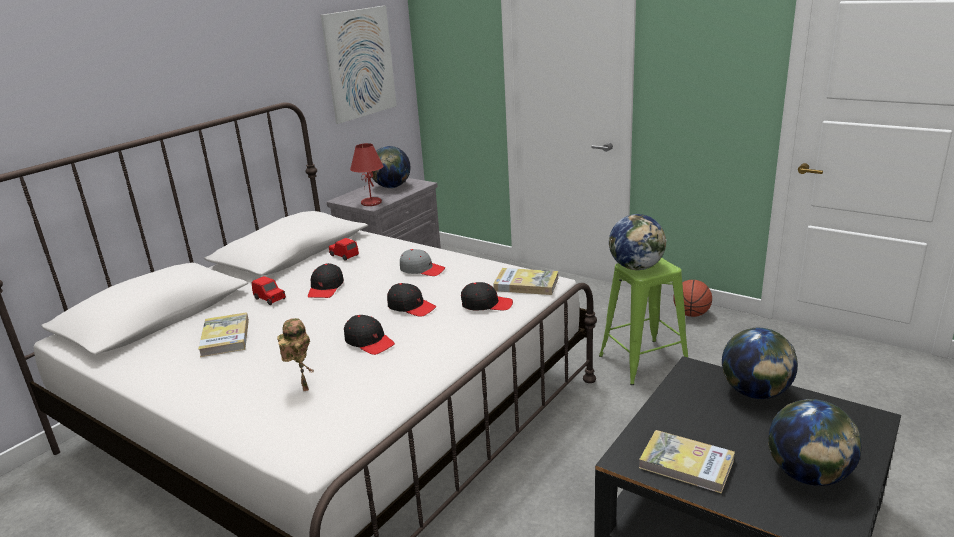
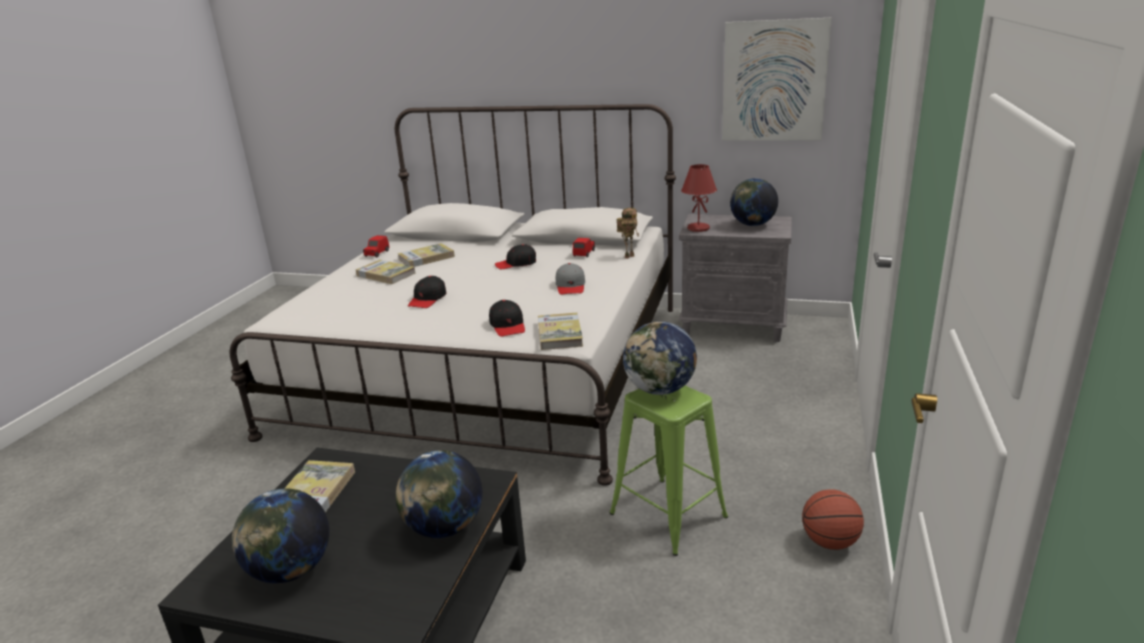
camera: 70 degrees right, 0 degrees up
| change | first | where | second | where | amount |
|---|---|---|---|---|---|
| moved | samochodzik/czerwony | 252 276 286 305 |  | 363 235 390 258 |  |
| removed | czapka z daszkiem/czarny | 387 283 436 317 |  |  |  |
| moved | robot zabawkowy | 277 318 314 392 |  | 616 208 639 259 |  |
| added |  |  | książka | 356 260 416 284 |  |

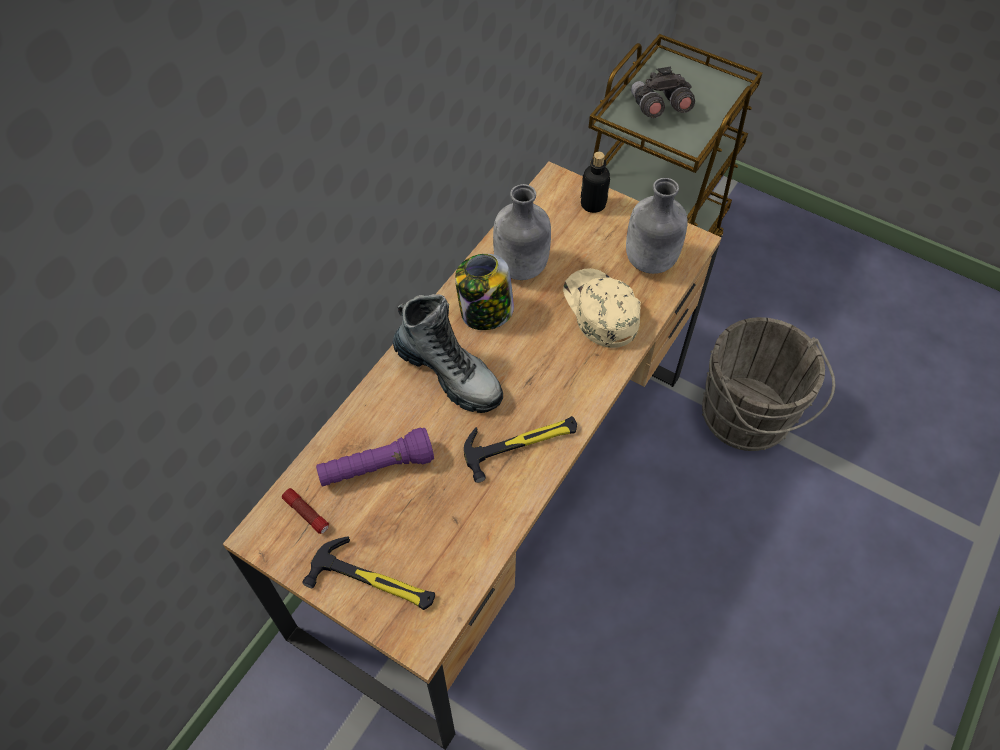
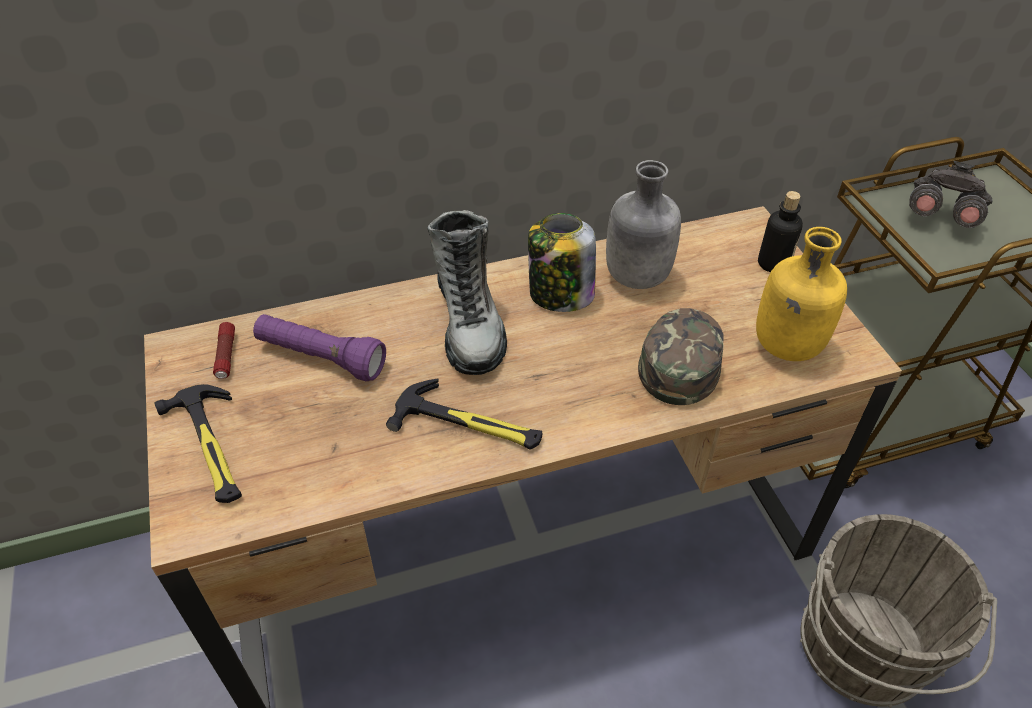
camera: 40 degrees right, 10 degrees down
| change | first | where | second | where | amount |
|---|---|---|---|---|---|
| recoloured | butelka/szary | 626 178 688 274 | butelka/żółty | 756 227 847 361 |  |
| recoloured | czapka z daszkiem/beżowy | 563 268 641 348 | czapka z daszkiem/zielony | 638 308 724 405 |  |

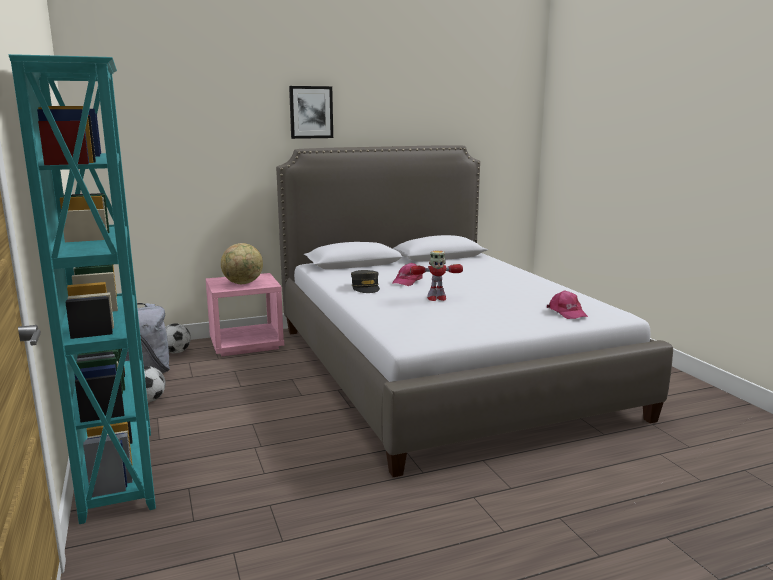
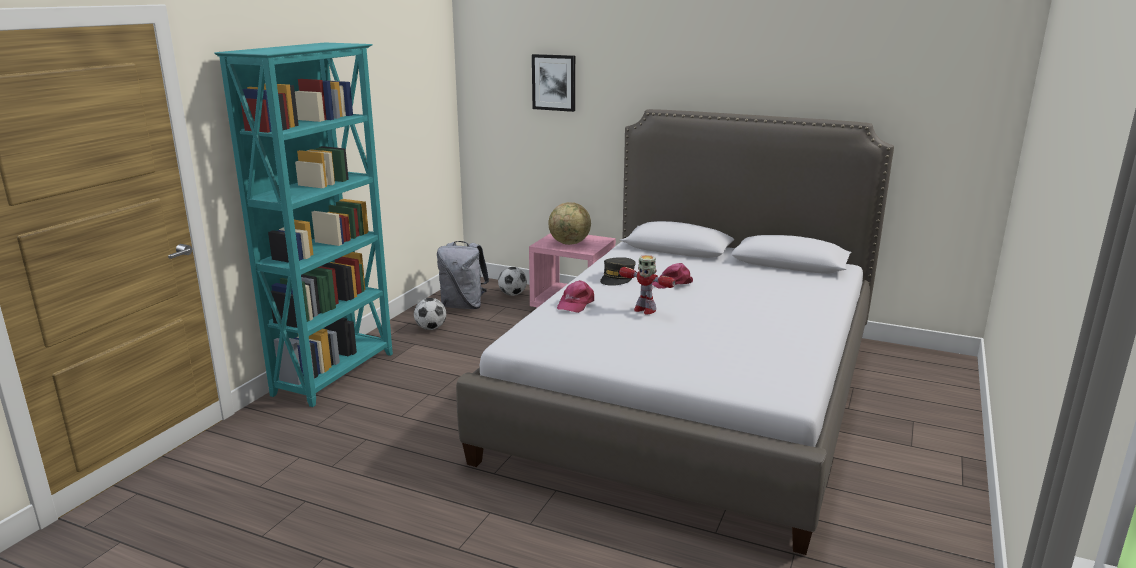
camera: 45 degrees right, 5 degrees up
| change | first | where | second | where | amount |
|---|---|---|---|---|---|
| moved | obraz | 289 86 333 139 |  | 532 54 575 112 |  |
| moved | czapka z daszkiem/różowy | 547 290 588 319 |  | 557 280 594 313 |  |

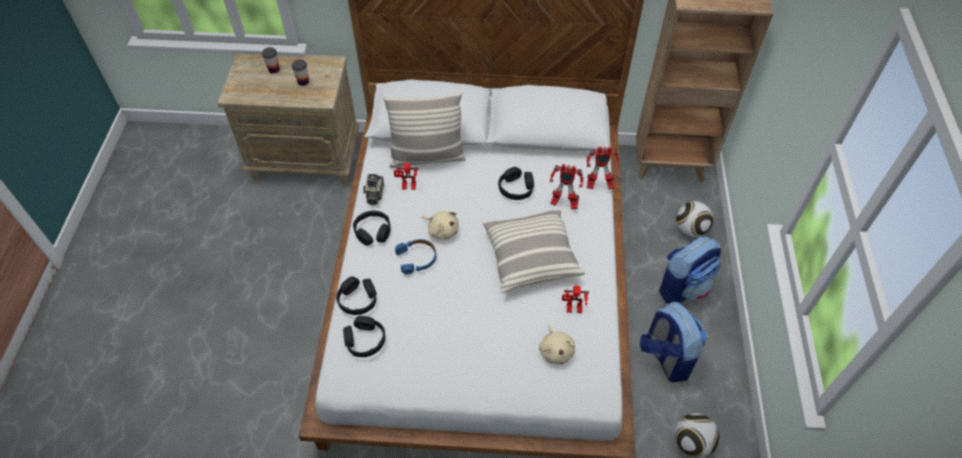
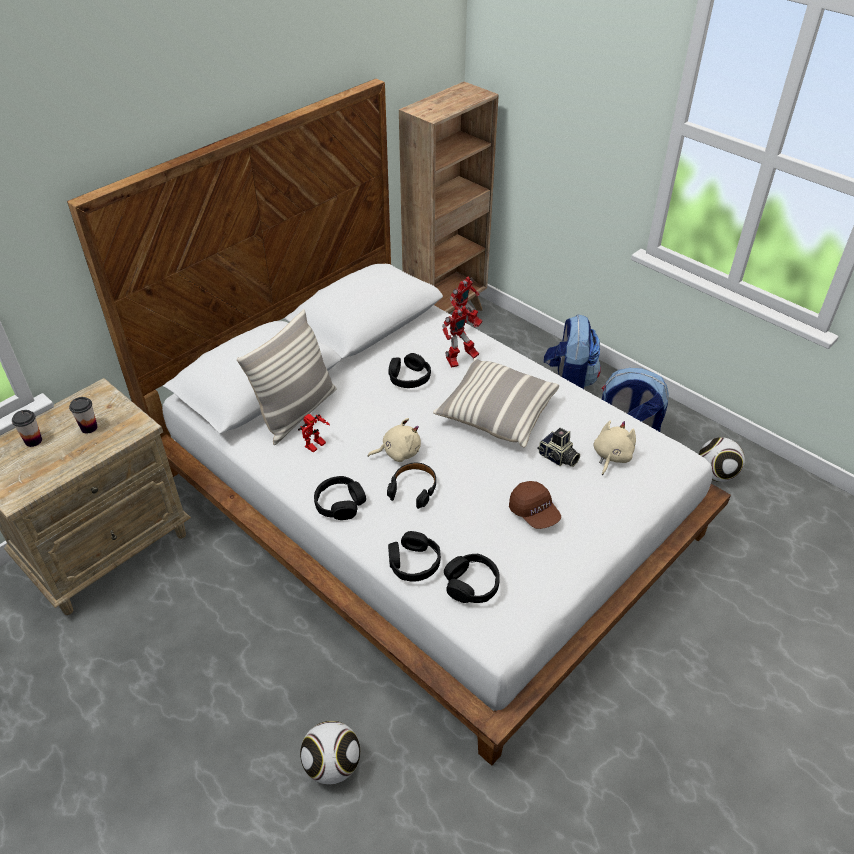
camera: 50 degrees left, 10 degrees down
| change | first | where | second | where | amount |
|---|---|---|---|---|---|
| moved | aparat fotograficzny | 363 174 384 205 |  | 537 428 580 467 |  |
| moved | piłka futbolowa | 676 201 714 237 |  | 300 721 360 785 |  |
| recoloured | słuchawki/niebieski | 395 239 436 274 | słuchawki/czarny | 387 463 436 509 |  |
| removed | robot zabawkowy | 562 285 589 313 |  |  |  |
| turned | pluszak/beżowy | 539 324 575 364 |  | 594 420 636 475 | 90 degrees counterclockwise |
| added |  |  | czapka z daszkiem/brązowy | 509 481 561 529 |  |

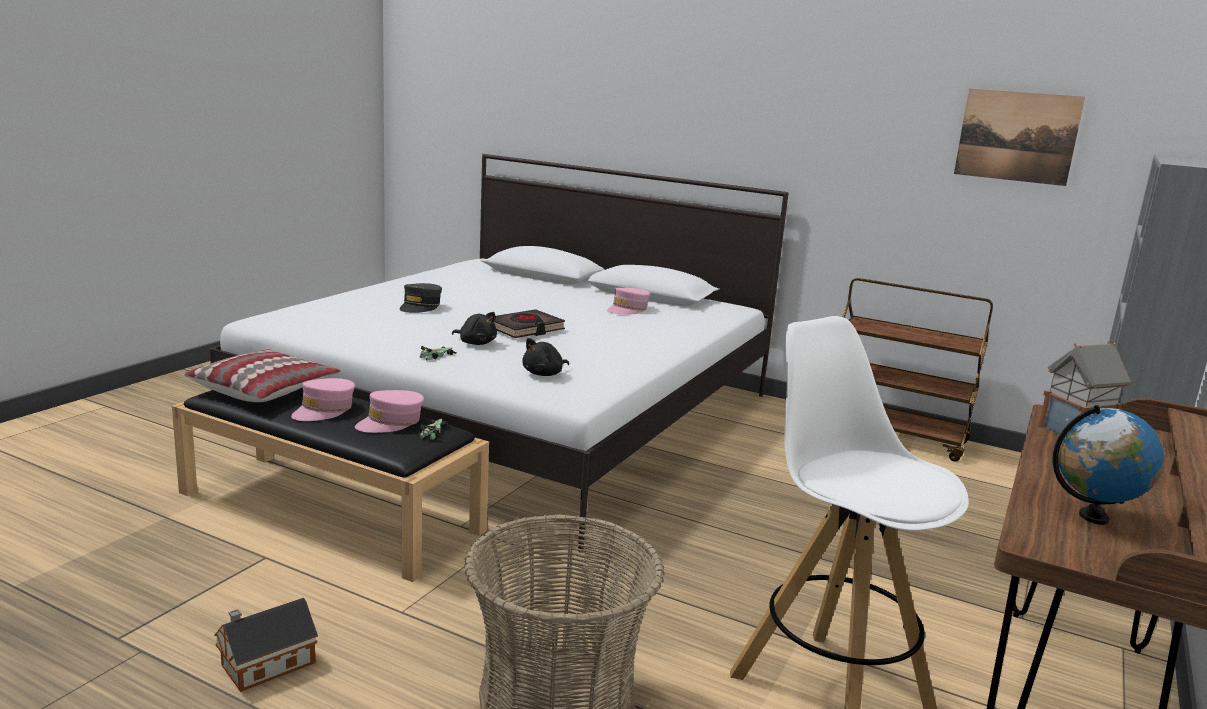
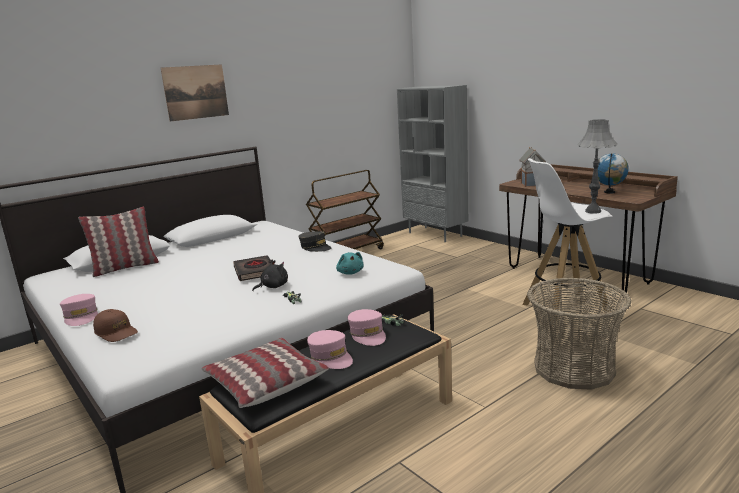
camera: 65 degrees left, 0 degrees up
| change | first | where | second | where | amount |
|---|---|---|---|---|---|
| moved | obraz | 954 89 1085 186 |  | 161 64 229 122 |  |
| moved | czapka z daszkiem/szary | 400 283 442 313 |  | 298 231 331 252 |  |
| moved | czapka z daszkiem/różowy | 607 288 650 315 |  | 60 294 98 326 |  |
| recoloured | pluszak/czarny | 522 338 569 376 | pluszak/turkusowy | 336 252 364 275 |  |
| removed | domek | 214 598 318 692 |  |  |  |
| added |  |  | lampa stołowa/szary | 578 119 617 214 |  |
| added |  |  | poduszka | 79 206 159 277 |  |
| added |  |  | czapka z daszkiem/brązowy | 93 309 138 342 |  |

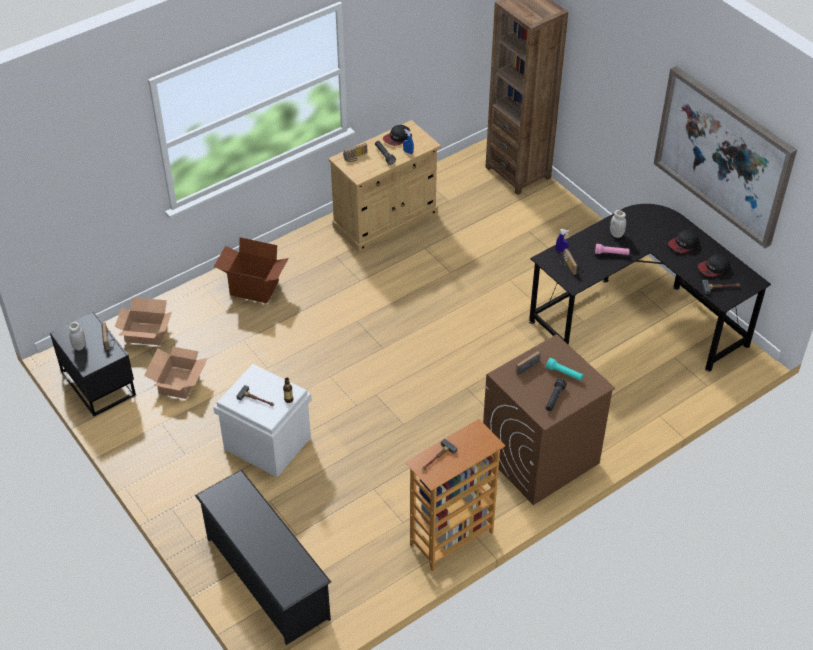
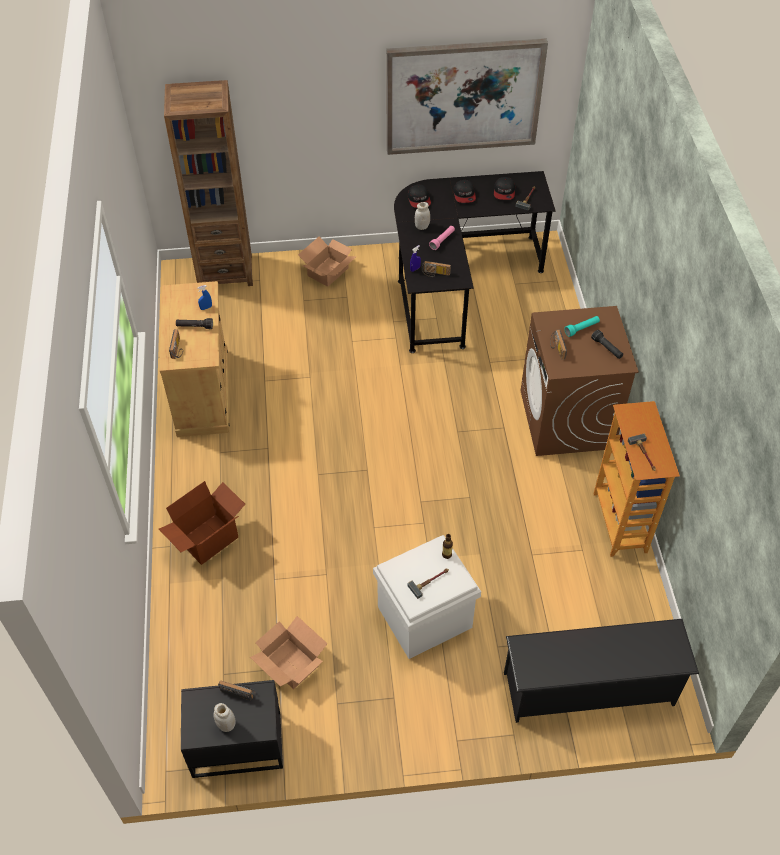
camera: 60 degrees left, 5 degrees up
| change | first | where | second | where | amount |
|---|---|---|---|---|---|
| moved | czapka z daszkiem | 383 125 412 146 |  | 407 185 431 208 |  |
| moved | karton | 115 297 172 345 |  | 298 237 357 287 |  |

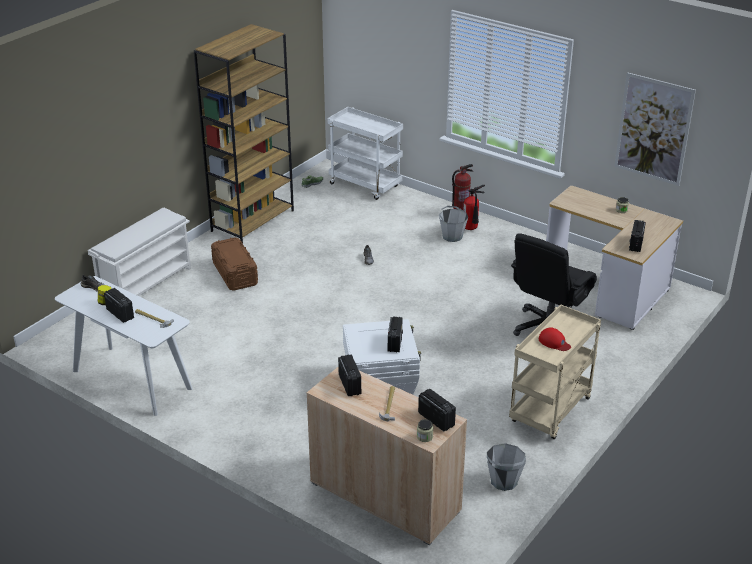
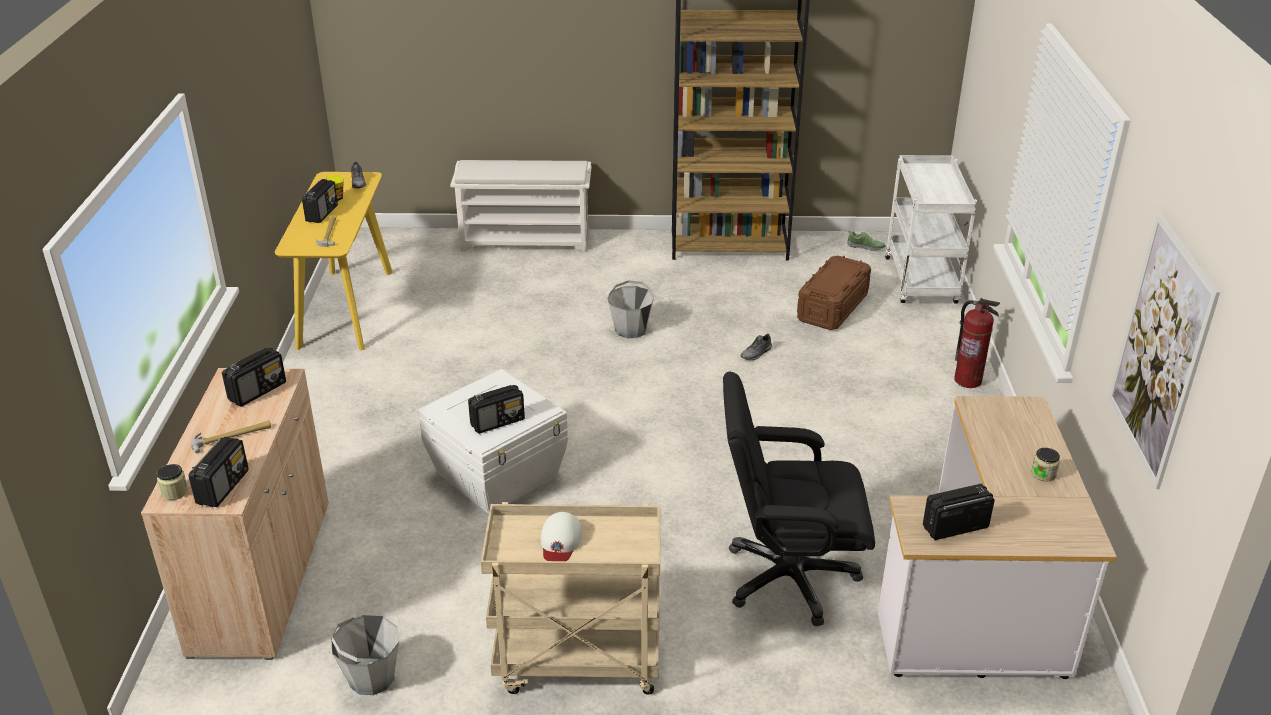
camera: 55 degrees right, 0 degrees up
| change | first | where | second | where | amount |
|---|---|---|---|---|---|
| removed | gaśnica | 464 185 485 230 |  |  |  |
| moved | wiadro/szary | 439 206 468 242 |  | 608 280 654 338 |  |
| moved | pojemnik do przechowywania/brązowy | 211 237 258 290 |  | 797 256 871 330 |  |
| recoloured | stolik konsolowy/biały | 55 276 193 416 | stolik konsolowy/żółty | 275 172 393 351 |  |
| recoloured | czapka z daszkiem/czerwony | 539 327 571 351 | czapka z daszkiem/biały | 541 512 582 561 |  |

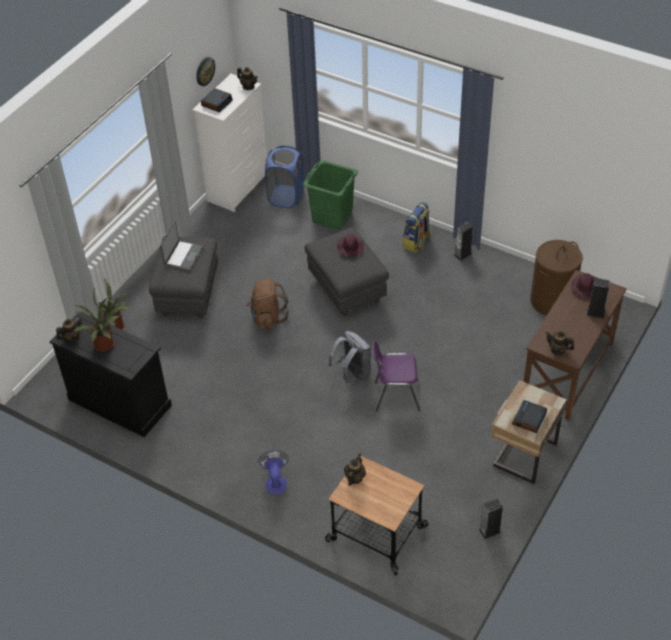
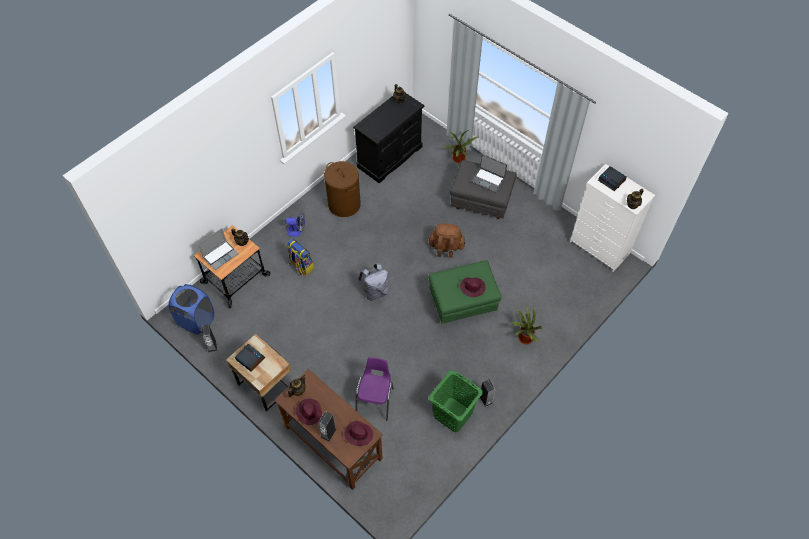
camera: 100 degrees right, 10 degrees up
| change | first | where | second | where | amount |
|---|---|---|---|---|---|
| removed | zegar ścienny | 196 57 215 86 |  |  |  |
| moved | kosz na pranie/niebieski | 265 146 304 208 |  | 169 284 214 334 |  |
| moved | kosz na pranie/zielony | 303 160 358 230 |  | 428 370 483 433 |  |
| moved | plecak | 403 202 431 253 |  | 287 239 314 276 |  |
| recoloured | pufa/szary | 305 227 389 316 | pufa/zielony | 429 260 502 324 |  |
| moved | kosz na pranie/brązowy | 530 240 583 316 |  | 324 161 361 217 |  |
| moved | roślina doniczkowa | 73 298 124 352 |  | 511 305 542 344 |  |
| moved | krzesło/fioletowy | 373 340 421 411 |  | 356 357 394 421 |  |
| added |  |  | laptop | 198 228 239 270 |  |
| added |  |  | kapelusz/fioletowy | 296 399 322 425 |  |

